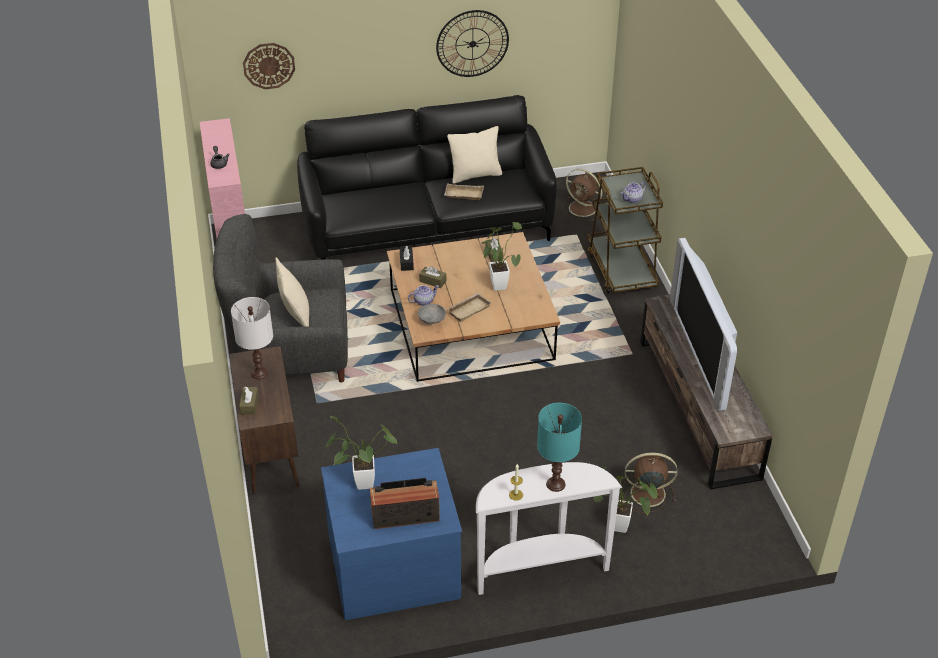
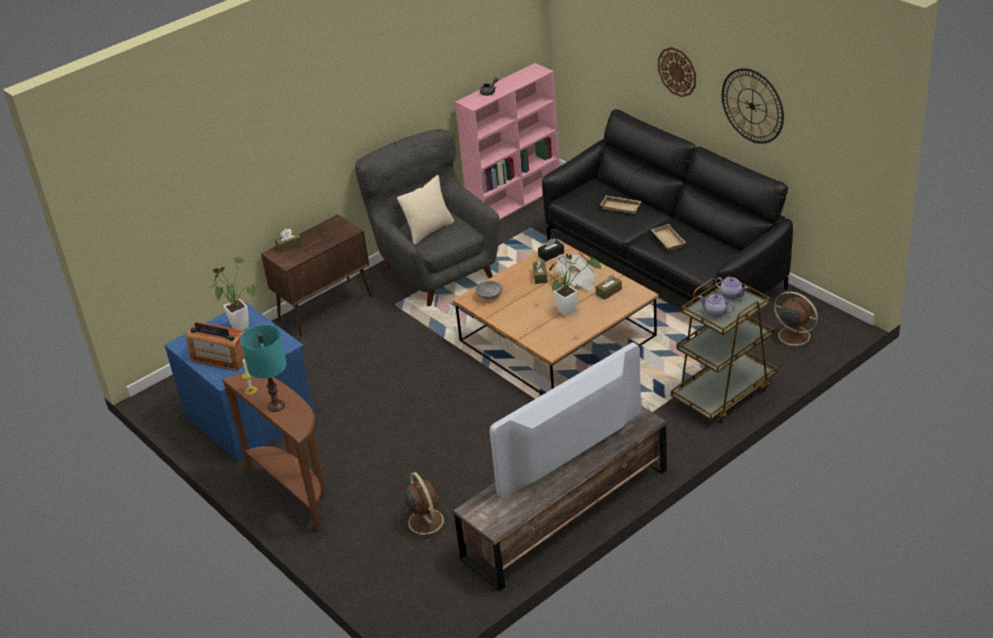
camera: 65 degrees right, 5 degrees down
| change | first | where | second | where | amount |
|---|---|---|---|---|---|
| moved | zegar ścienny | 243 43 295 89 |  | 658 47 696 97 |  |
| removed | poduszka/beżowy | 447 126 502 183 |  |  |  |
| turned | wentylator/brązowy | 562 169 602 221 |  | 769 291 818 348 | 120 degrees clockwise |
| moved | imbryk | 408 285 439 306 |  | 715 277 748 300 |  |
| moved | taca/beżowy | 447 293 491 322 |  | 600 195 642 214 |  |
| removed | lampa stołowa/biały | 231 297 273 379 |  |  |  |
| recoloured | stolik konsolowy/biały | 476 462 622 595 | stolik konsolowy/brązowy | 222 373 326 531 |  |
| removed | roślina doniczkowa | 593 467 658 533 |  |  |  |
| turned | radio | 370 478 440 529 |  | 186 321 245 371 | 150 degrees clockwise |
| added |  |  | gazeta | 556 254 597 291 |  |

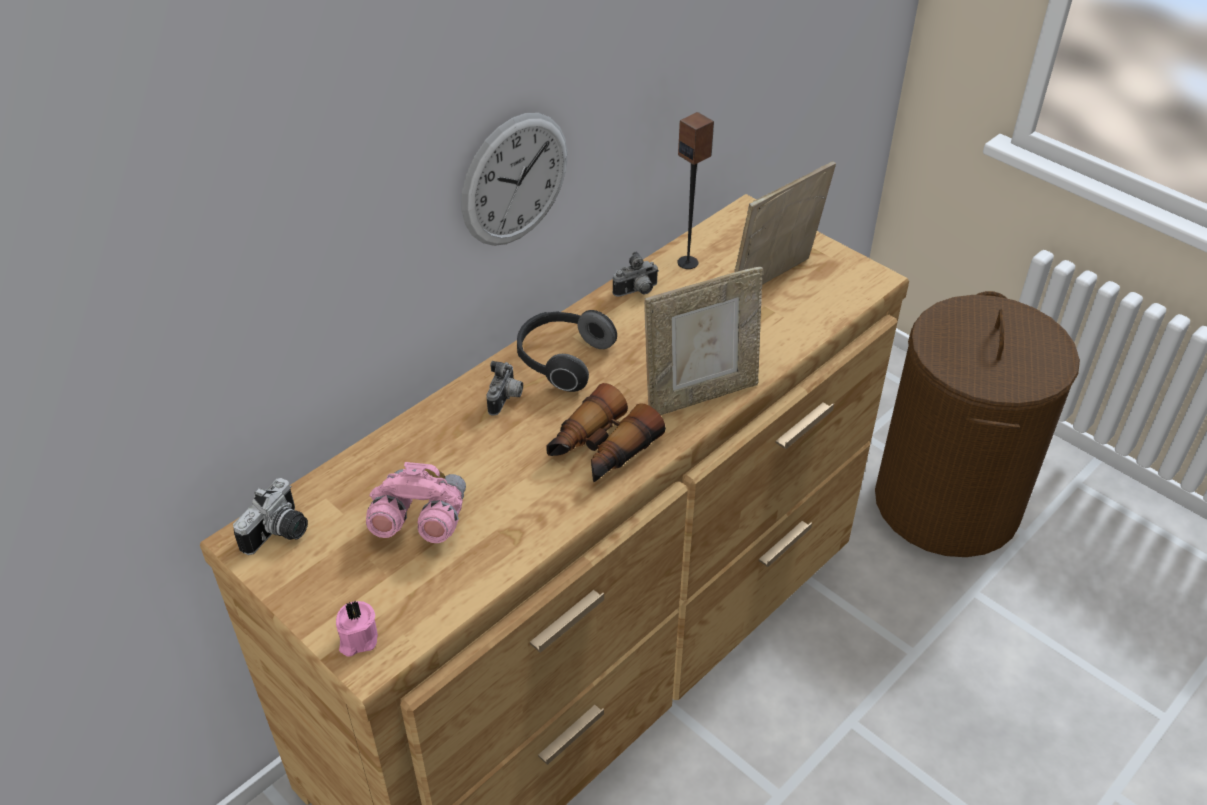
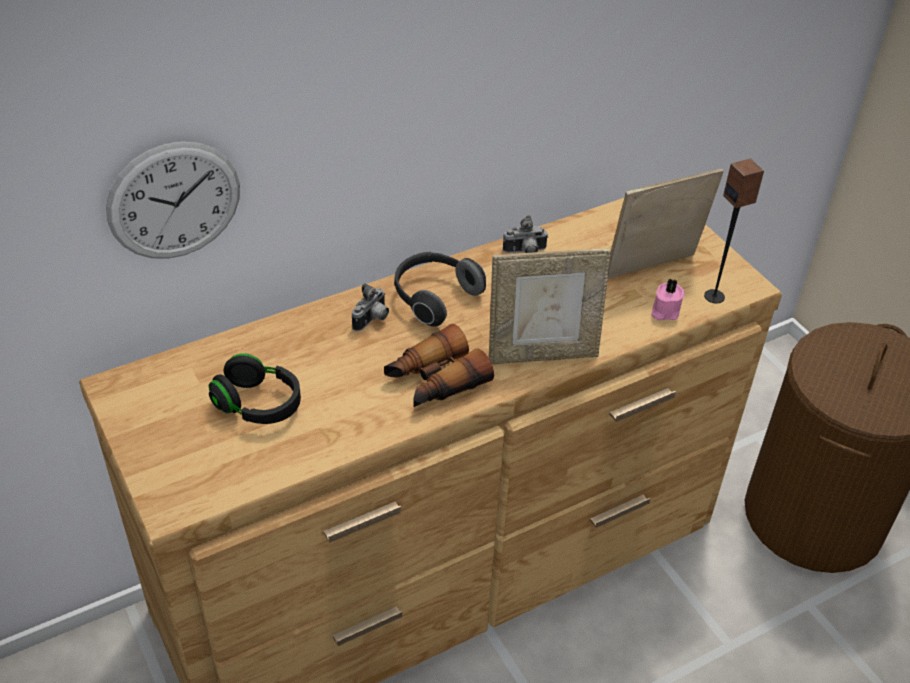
camera: 15 degrees right, 0 degrees up
| change | first | where | second | where | amount |
|---|---|---|---|---|---|
| moved | głośnik | 677 112 714 269 |  | 704 159 764 304 |  |
| moved | zegar ścienny | 461 113 567 246 |  | 106 141 240 259 |  |
| replaced | lornetka/różowy | 366 462 466 543 | słuchawki/czarny | 209 353 301 424 |  |
| removed | aparat fotograficzny | 233 478 308 555 |  |  |  |
| moved | świeca/różowy | 336 601 378 657 |  | 651 278 685 320 |  |

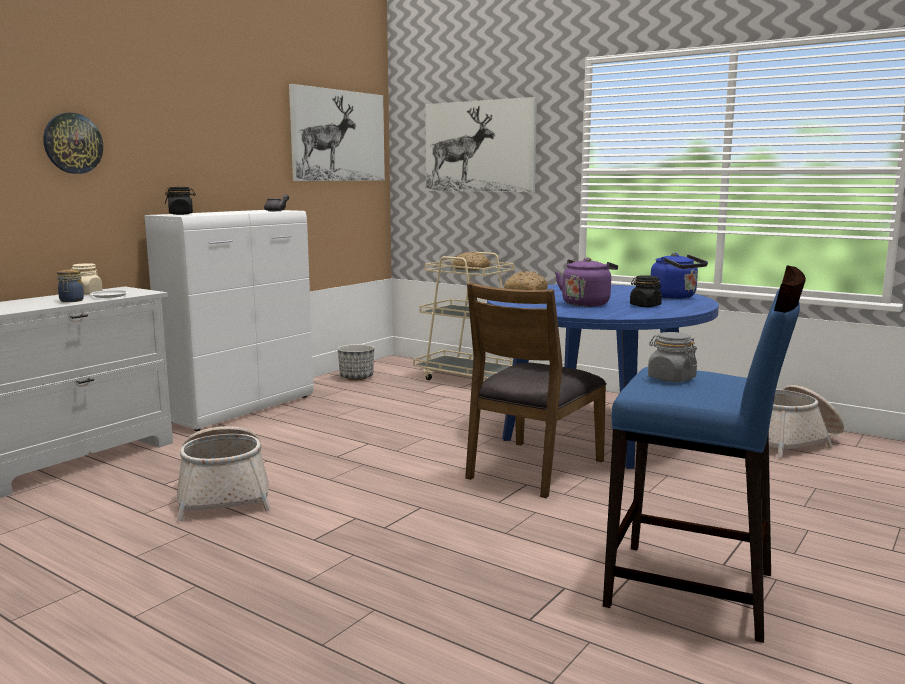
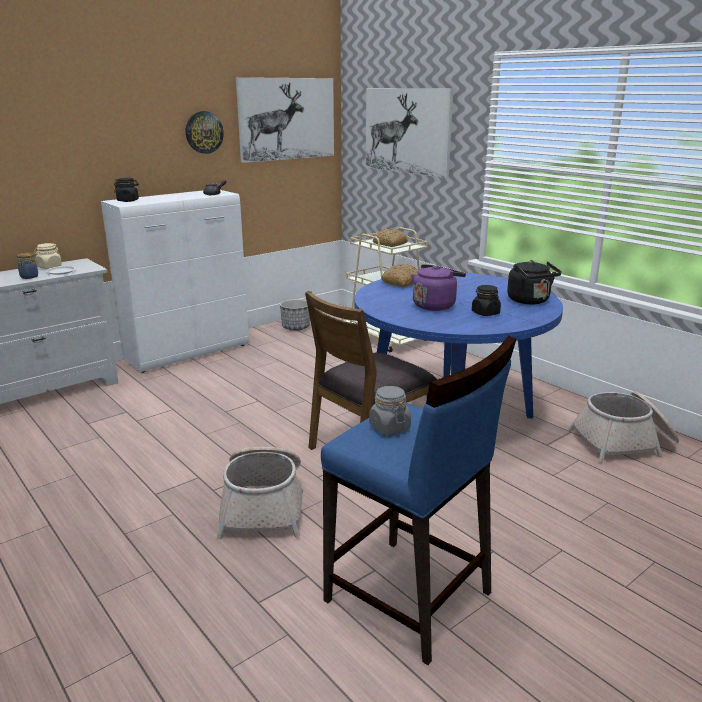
camera: 15 degrees right, 10 degrees up
| change | first | where | second | where | amount |
|---|---|---|---|---|---|
| moved | zegar ścienny | 43 113 103 174 |  | 186 111 224 154 |  |
| recoloured | czajnik/niebieski | 651 253 708 299 | czajnik/czarny | 507 260 562 304 |  |
| moved | koszyk | 177 426 271 521 |  | 217 447 303 539 |  |

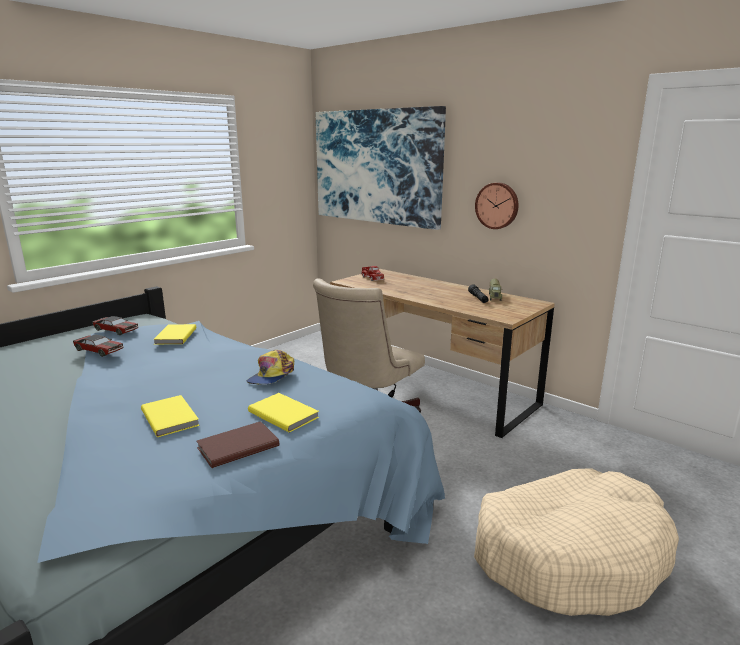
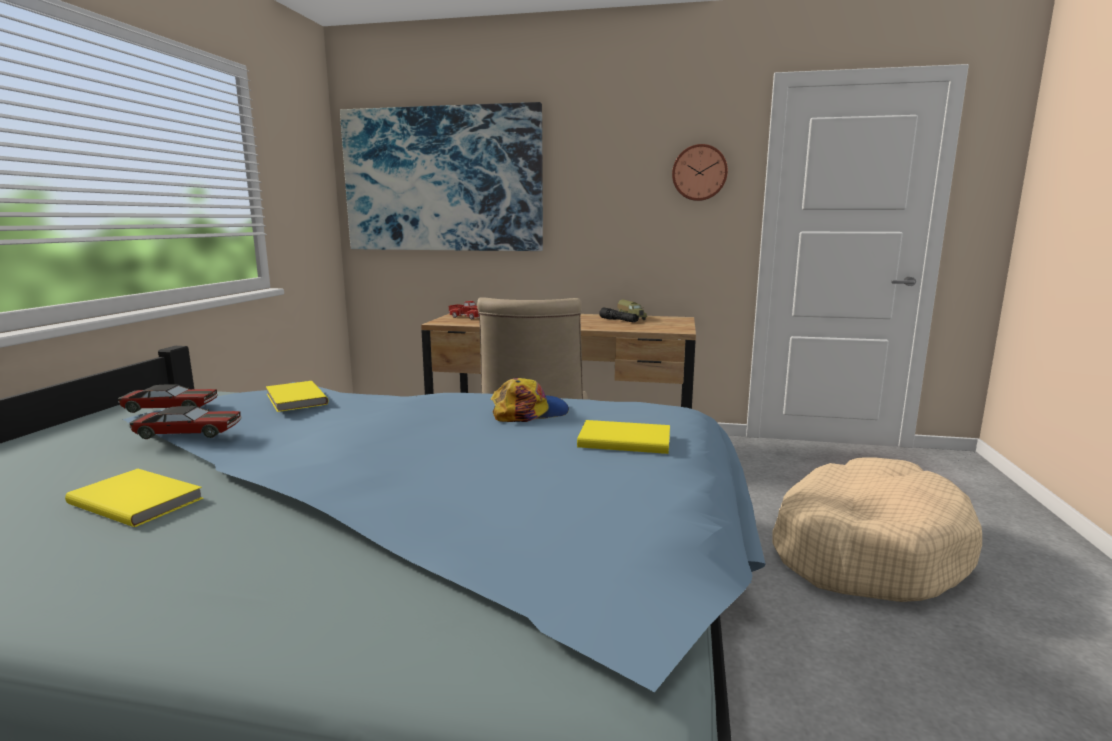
camera: 30 degrees left, 5 degrees down
| change | first | where | second | where | amount |
|---|---|---|---|---|---|
| moved | zegar ścienny | 475 183 519 229 |  | 672 144 728 201 |  |
| turned | czapka z daszkiem | 247 350 294 385 |  | 490 378 569 422 | 105 degrees counterclockwise |
| moved | książka/żółty | 141 395 200 437 |  | 65 469 204 527 |  |
| removed | książka/brązowy | 197 421 279 468 |  |  |  |

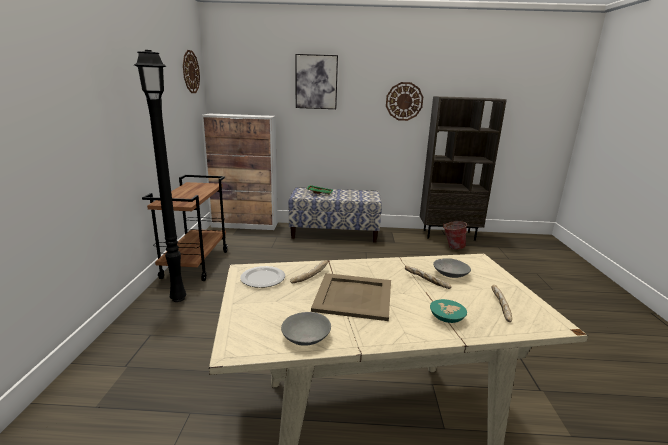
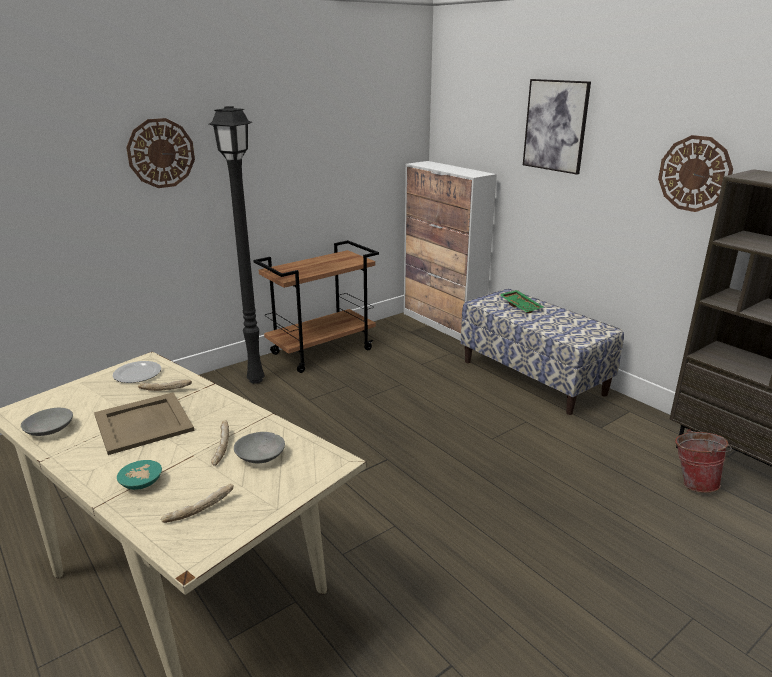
camera: 50 degrees right, 5 degrees up
| change | first | where | second | where | amount |
|---|---|---|---|---|---|
| moved | zegar ścienny | 183 50 200 93 |  | 126 118 195 188 |  |

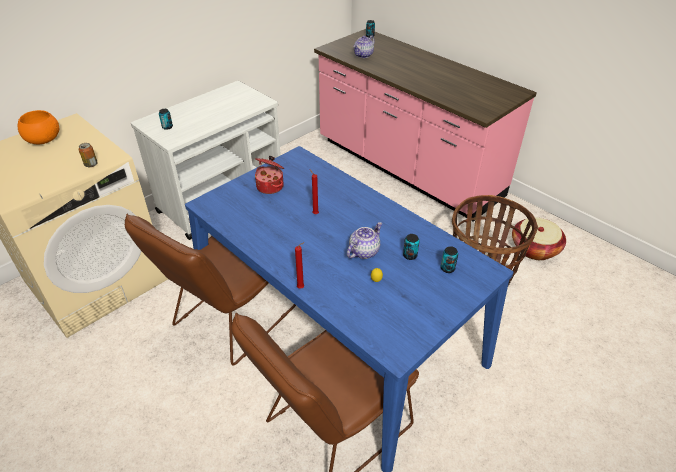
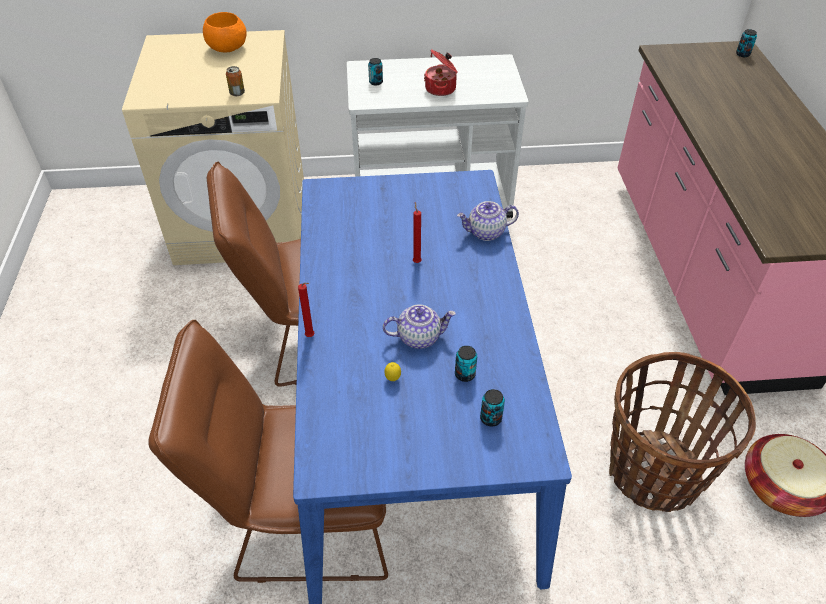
camera: 40 degrees right, 5 degrees up
| change | first | where | second | where | amount |
|---|---|---|---|---|---|
| moved | imbryk | 353 35 375 58 |  | 457 201 519 241 |  |
| moved | garnek | 255 156 284 194 |  | 424 49 458 96 |  |

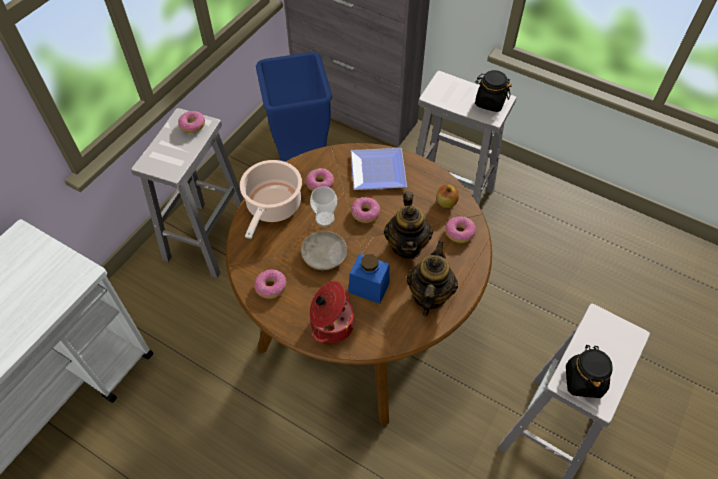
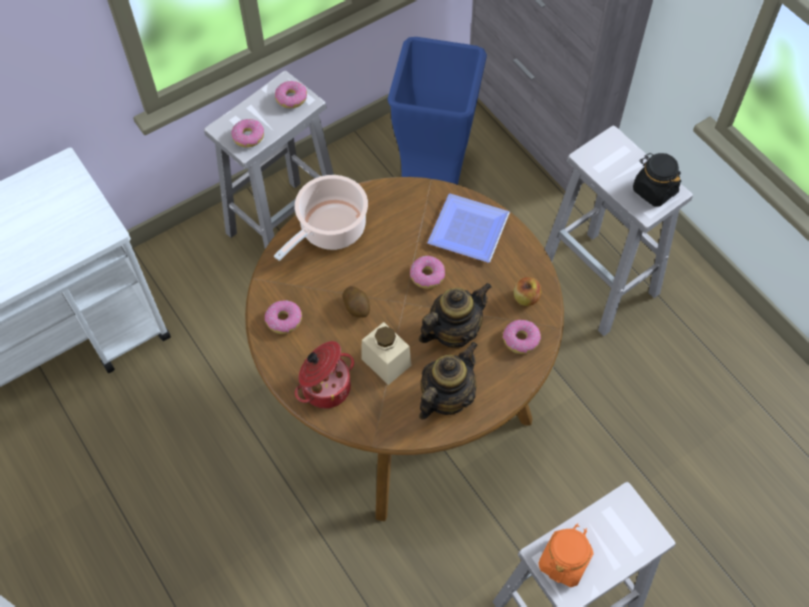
camera: 25 degrees right, 5 degrees up
| change | first | where | second | where | amount |
|---|---|---|---|---|---|
| moved | donut | 305 168 334 191 |  | 231 119 264 147 |  |
| removed | filiżanka | 310 186 337 226 |  |  |  |
| turned | imbryk | 384 192 433 259 |  | 419 283 492 348 | 150 degrees counterclockwise |
| replaced | talerz/beżowy | 301 231 347 270 | ziemniak | 343 286 370 318 |  |
| recoloured | słoik/niebieski | 348 254 390 304 | słoik/beżowy | 361 322 412 385 |  |
| recoloured | słoik/czarny | 566 345 613 398 | słoik/pomarańczowy | 538 523 594 587 |  |

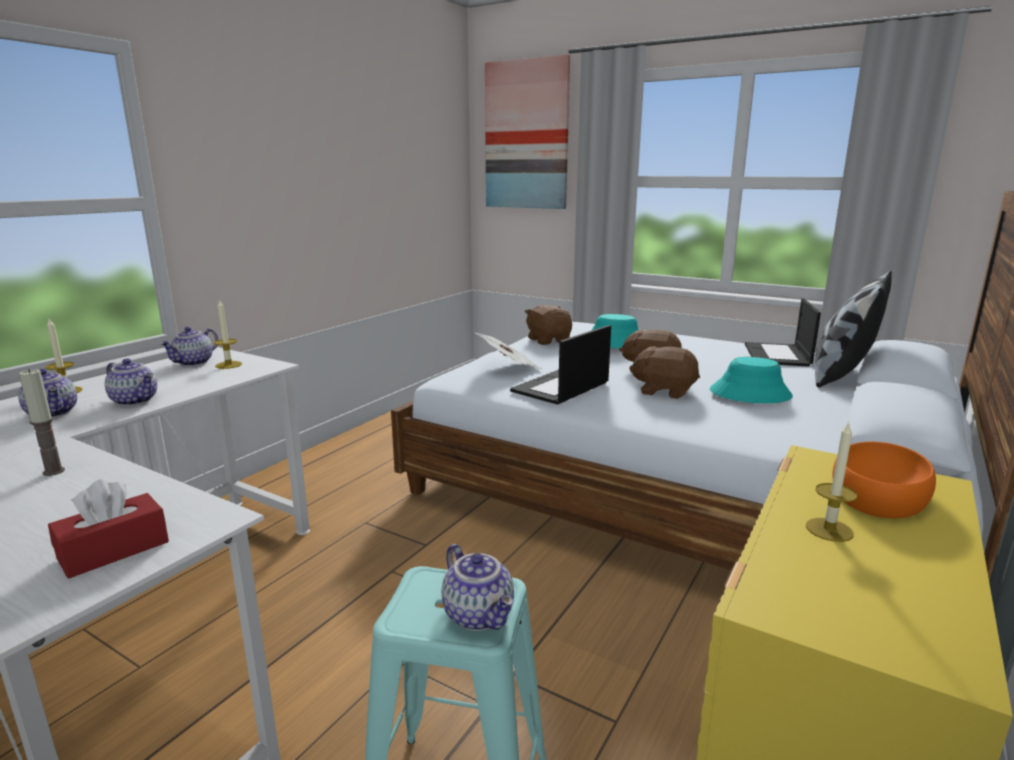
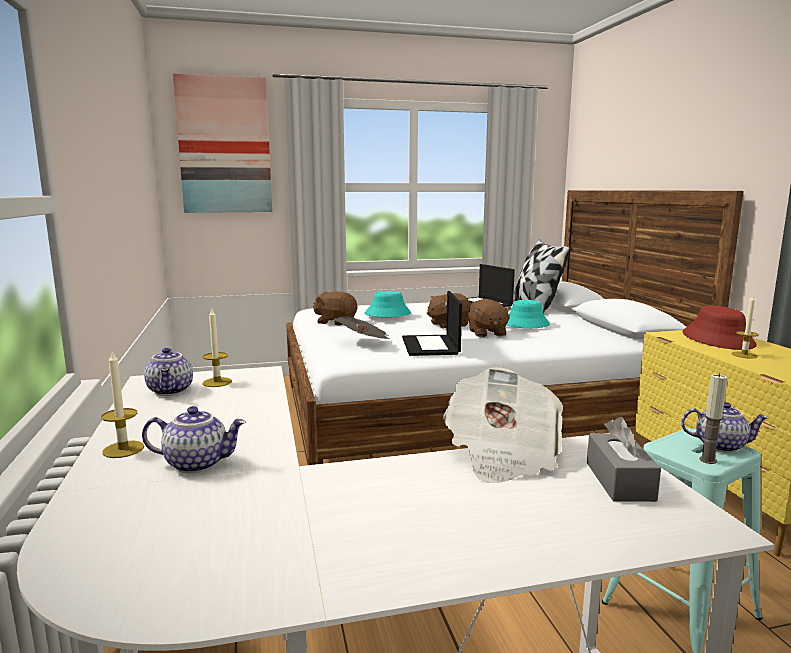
camera: 45 degrees left, 5 degrees down
| change | first | where | second | where | amount |
|---|---|---|---|---|---|
| turned | pluszak/brązowy | 629 346 700 399 |  | 468 299 512 337 | 75 degrees counterclockwise |
| removed | imbryk | 105 359 157 406 |  |  |  |
| moved | świeca | 19 369 65 476 |  | 699 374 727 464 |  |
| replaced | miska/pomarańczowy | 832 442 936 518 | kapelusz/czerwony | 683 306 757 350 |  |
| recoloured | pudełko chusteczek/czerwony | 48 479 169 578 | pudełko chusteczek/szary | 587 417 661 502 |  |
| added |  |  | gazeta | 443 367 563 483 |  |

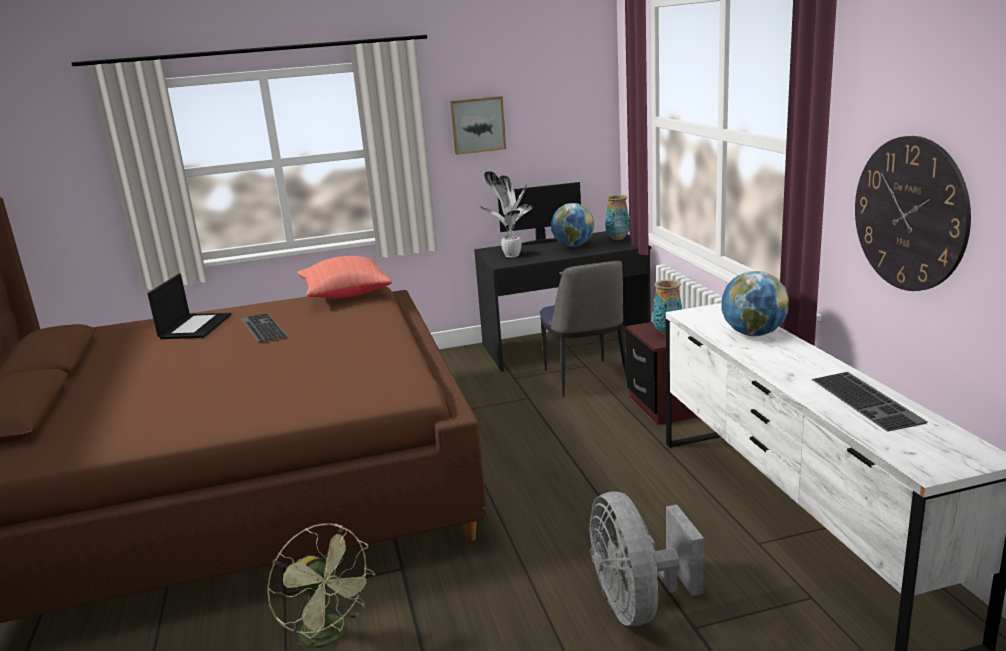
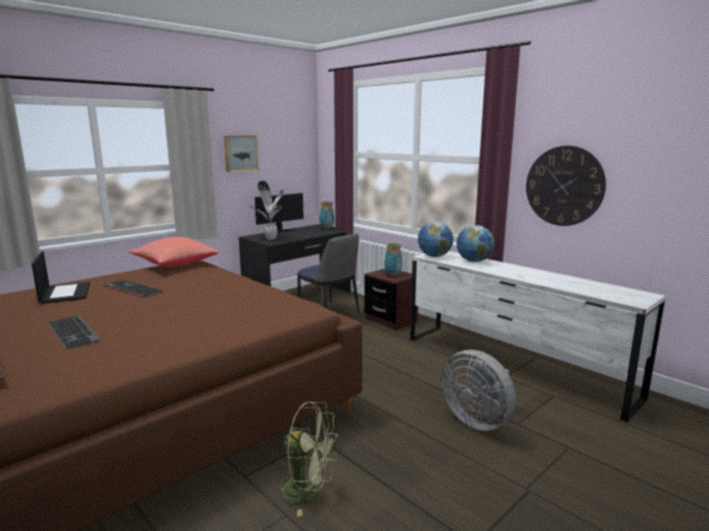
camera: 30 degrees left, 5 degrees down
| change | first | where | second | where | amount |
|---|---|---|---|---|---|
| moved | globus | 551 203 594 247 |  | 418 222 454 257 |  |
| moved | klawiatura | 811 372 927 432 |  | 48 315 100 350 |  |

